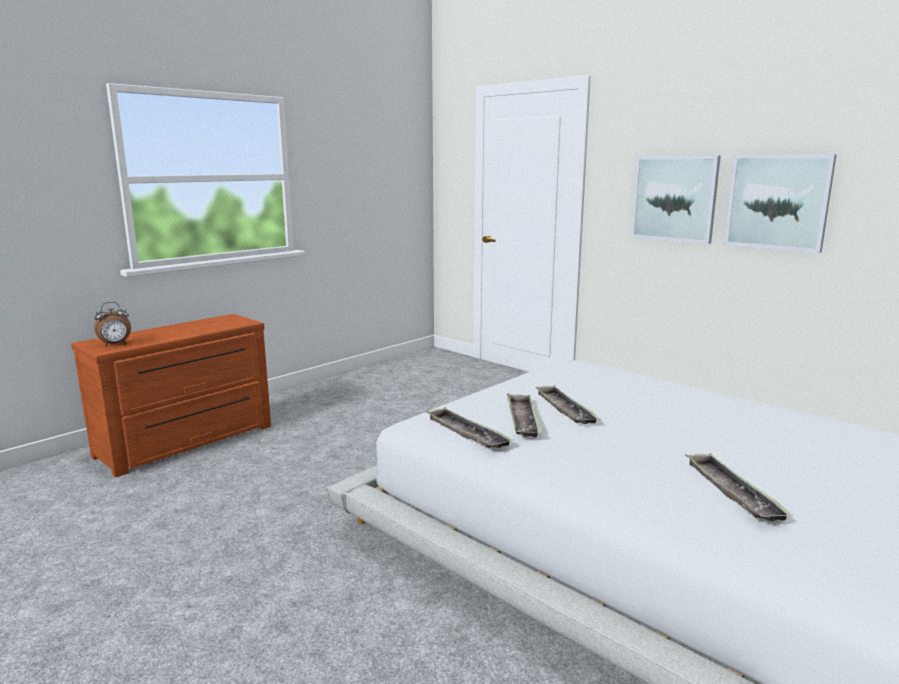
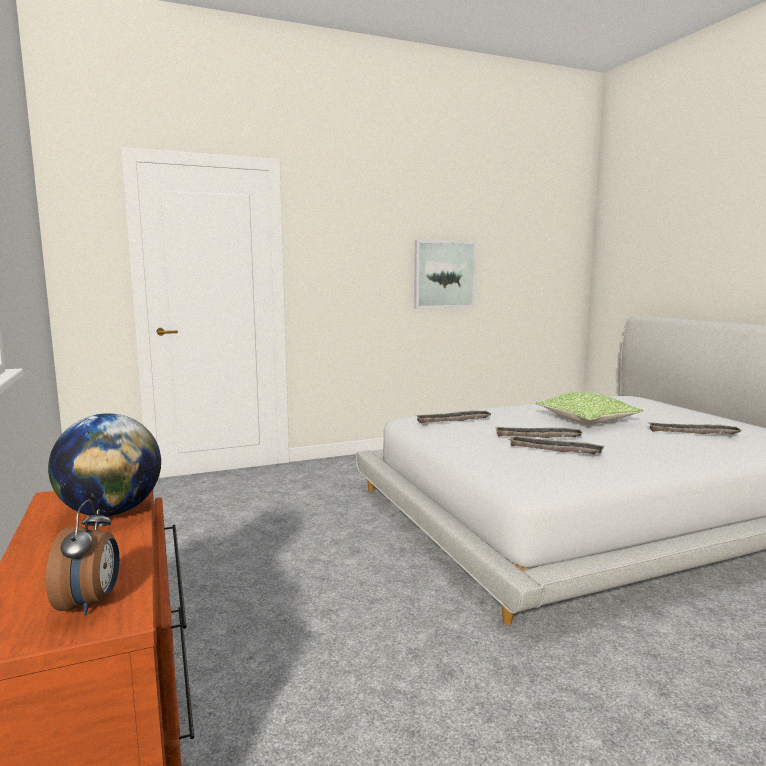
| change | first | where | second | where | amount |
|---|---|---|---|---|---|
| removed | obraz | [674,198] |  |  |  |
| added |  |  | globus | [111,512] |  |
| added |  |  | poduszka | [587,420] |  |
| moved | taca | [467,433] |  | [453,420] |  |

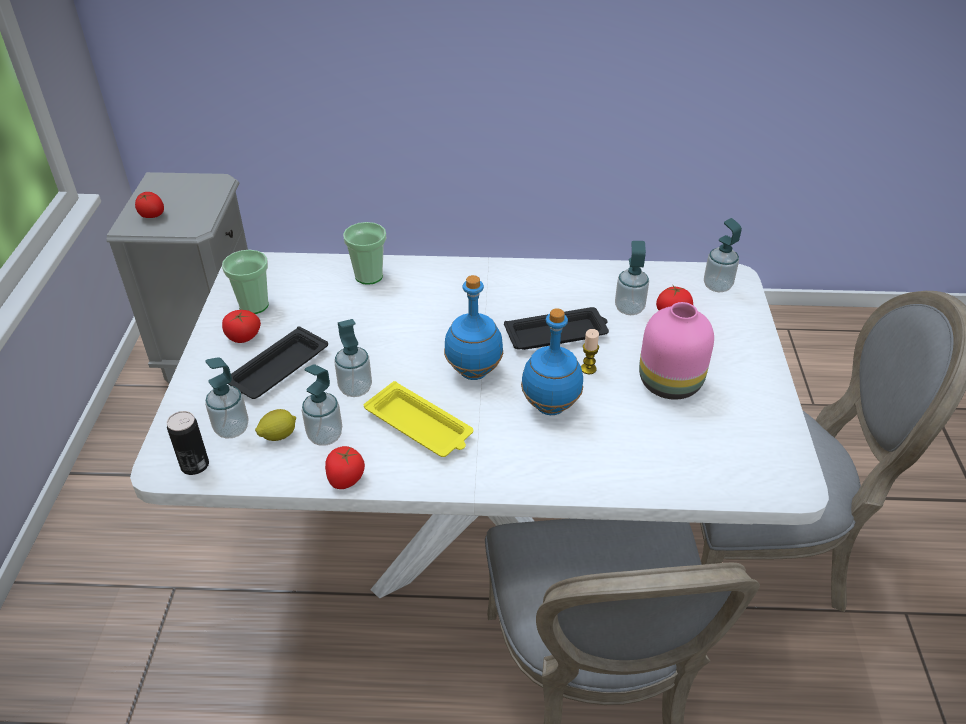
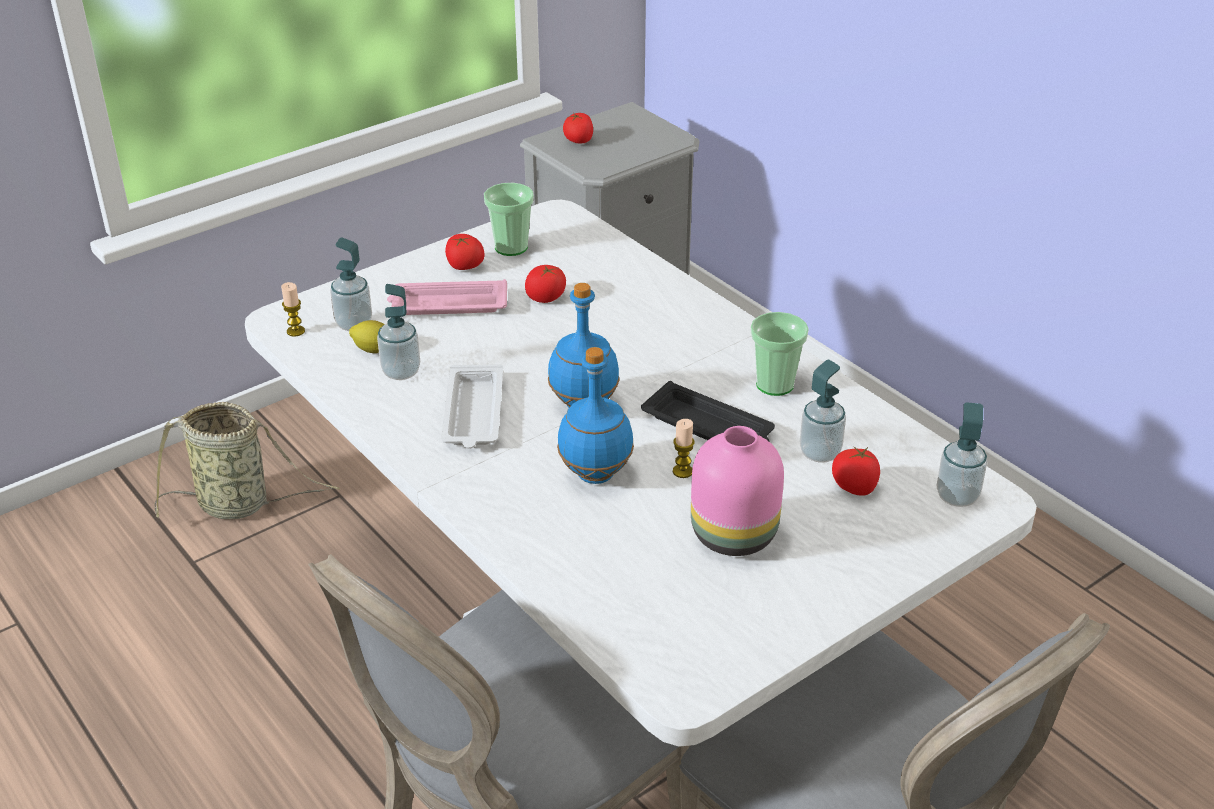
| change | first | where | second | where | amount |
|---|---|---|---|---|---|
| removed | dozownik mydła | [355,388] |  |  |  |
| added |  |  | koszyk | [239,504] |  |
| moved | pomidor | [345,479] |  | [546,298] |  |
| moved | filiżanka | [369,276] |  | [775,384] |  |
| replaced | puszka | [195,465] | świeca | [295,331] |  |
| recoloured | taca/czarny | [277,370] | taca/różowy | [447,304] |  |
| recoloured | taca/żółty | [420,426] | taca/biały | [473,414] |  |

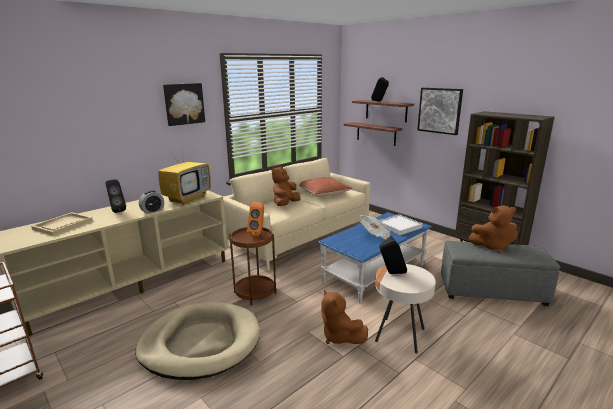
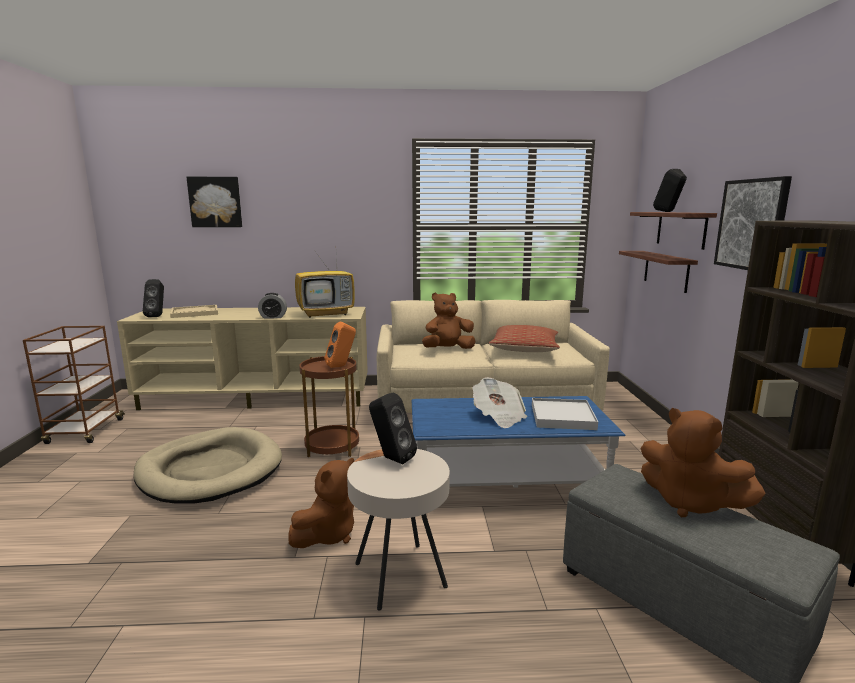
| change | first | where | second | where | amount |
|---|---|---|---|---|---|
| moved | głośnik/czarny | [117,211] |  | [158,316] |  |
| moved | obraz | [184,104] |  | [215,202] |  |
| turned | pluszak/brązowy | [339,337] |  | [328,534] | 150 degrees counterclockwise |

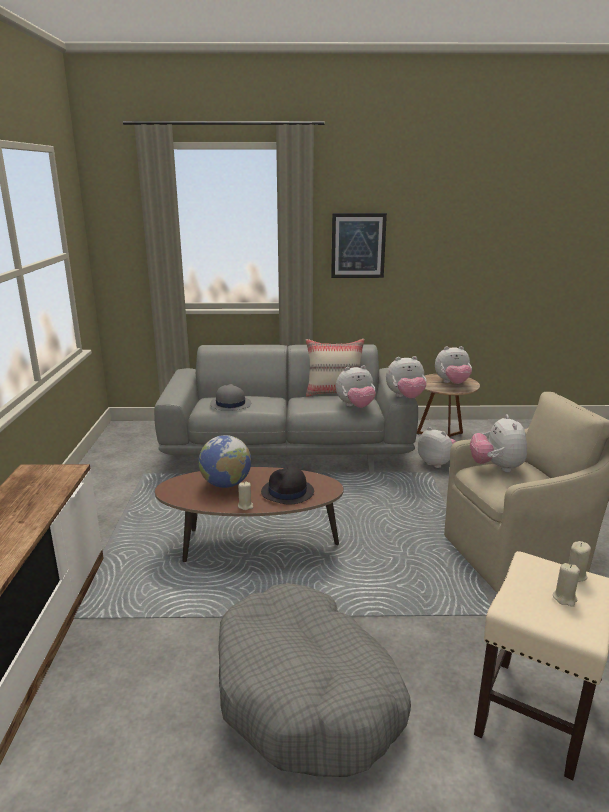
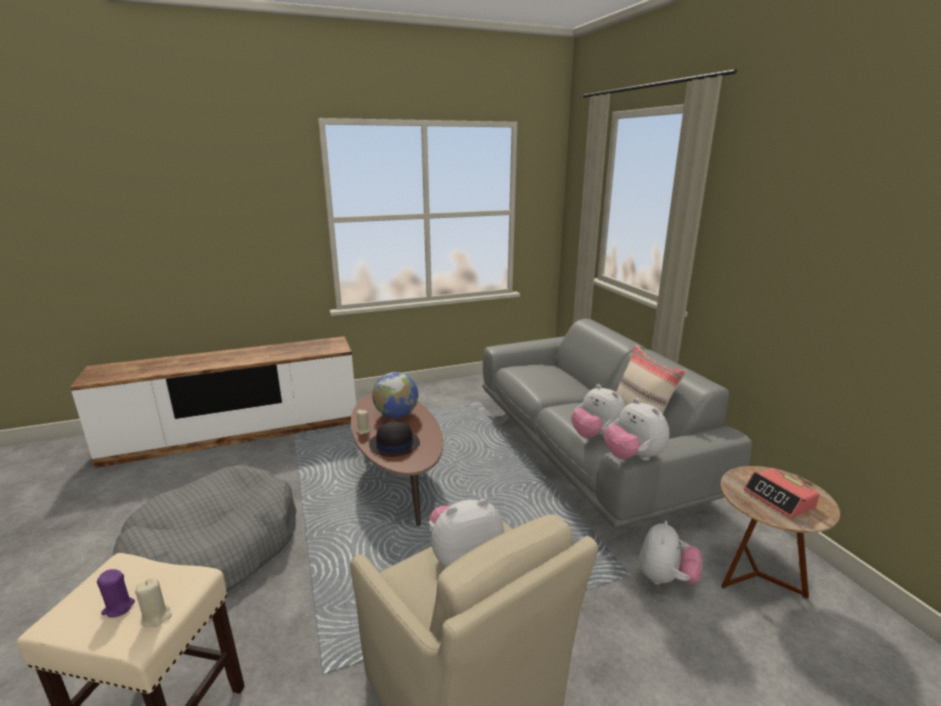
| change | first | where | second | where | amount |
|---|---|---|---|---|---|
| removed | kapelusz/szary | [230,404] |  |  |  |
| removed | obraz | [358,245] |  |  |  |
| replaced | pluszak | [452,383] | budzik | [779,499] |  |
| recoloured | świeca/beżowy | [564,598] | świeca/fioletowy | [118,607] |  |

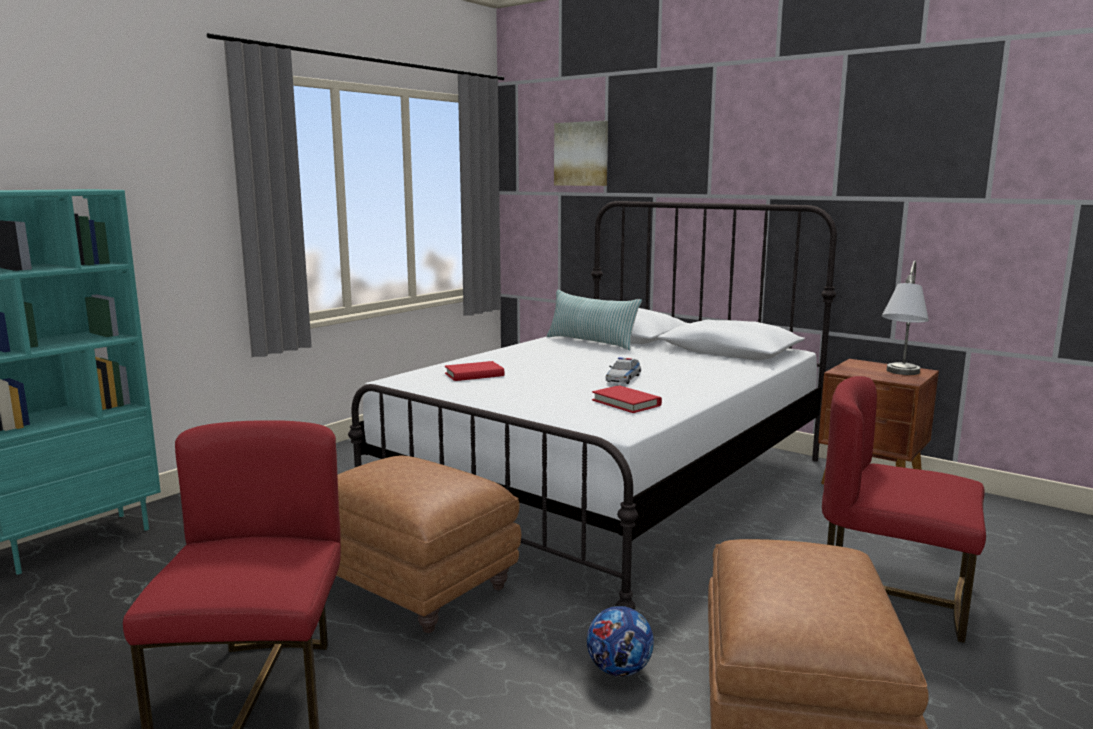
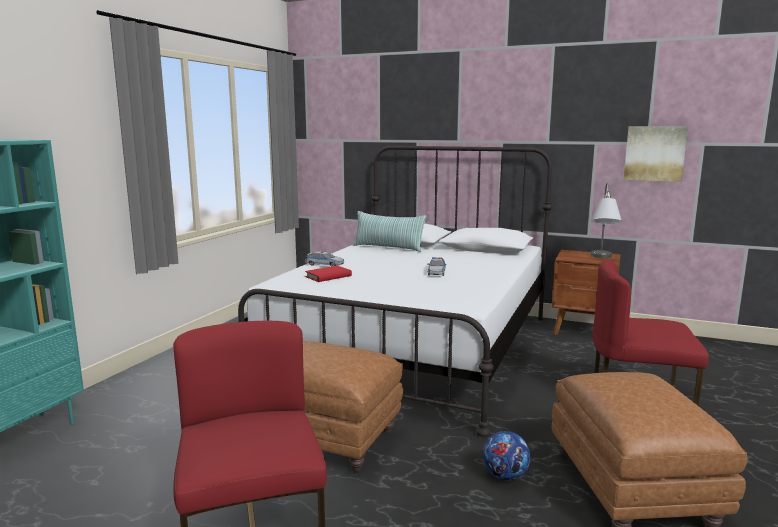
| change | first | where | second | where | amount |
|---|---|---|---|---|---|
| removed | książka/czerwony | [626,403] |  |  |  |
| added |  |  | samochodzik | [324,264] |  |
| moved | obraz | [581,154] |  | [654,153] |  |

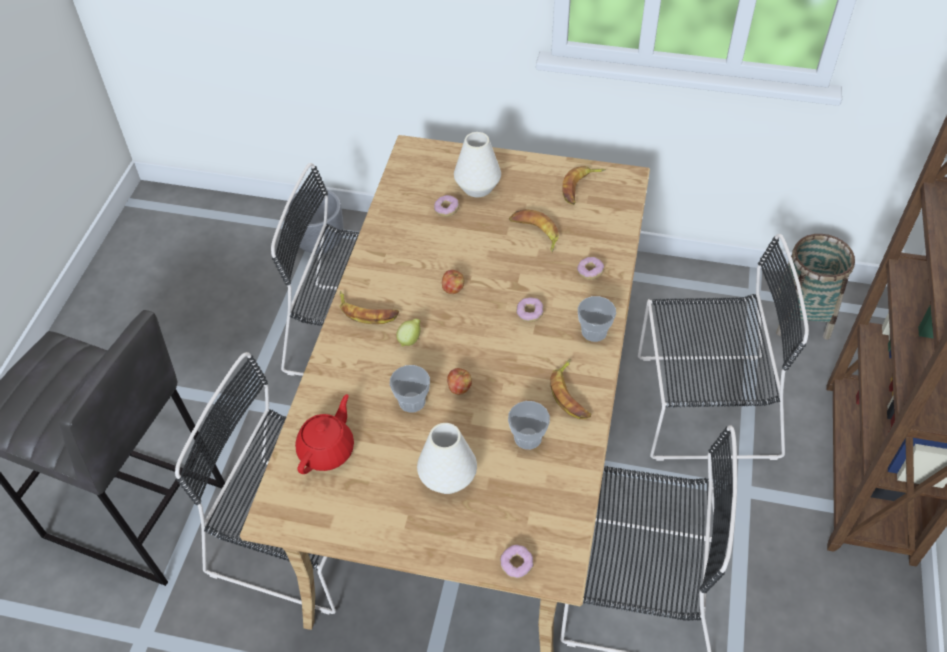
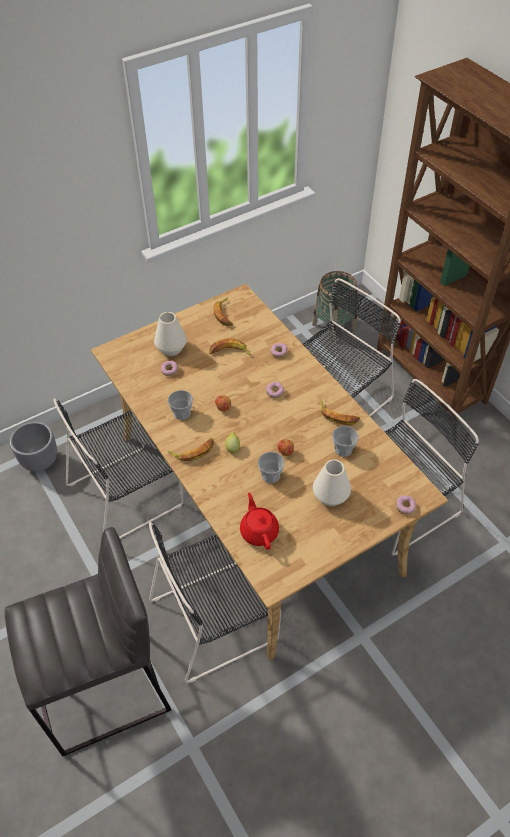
| change | first | where | second | where | amount |
|---|---|---|---|---|---|
| moved | filiżanka | [594,331] |  | [182,413] |  |

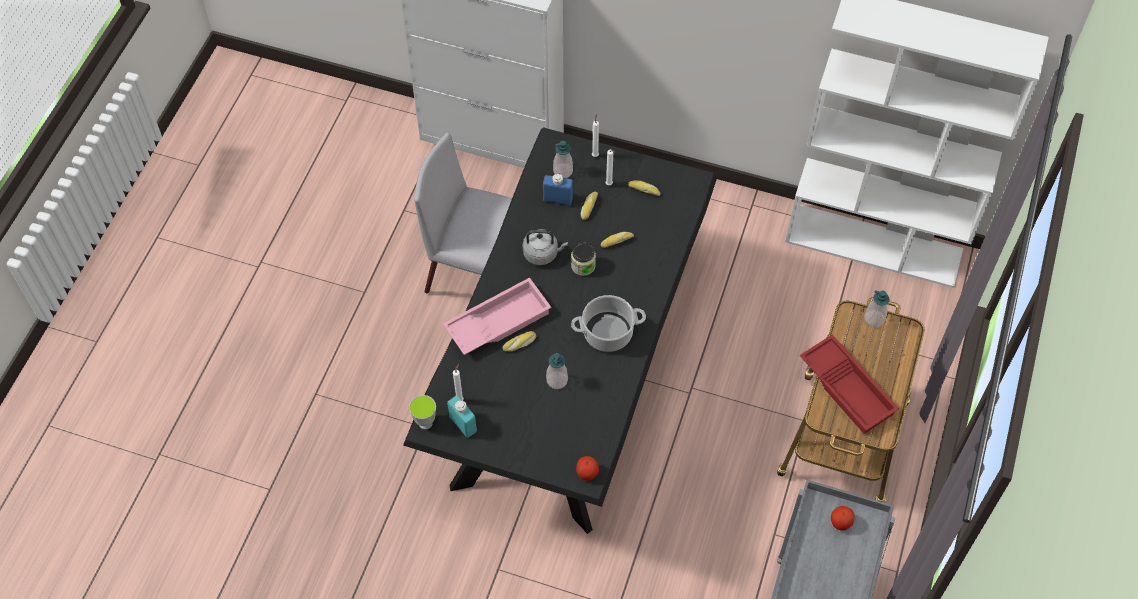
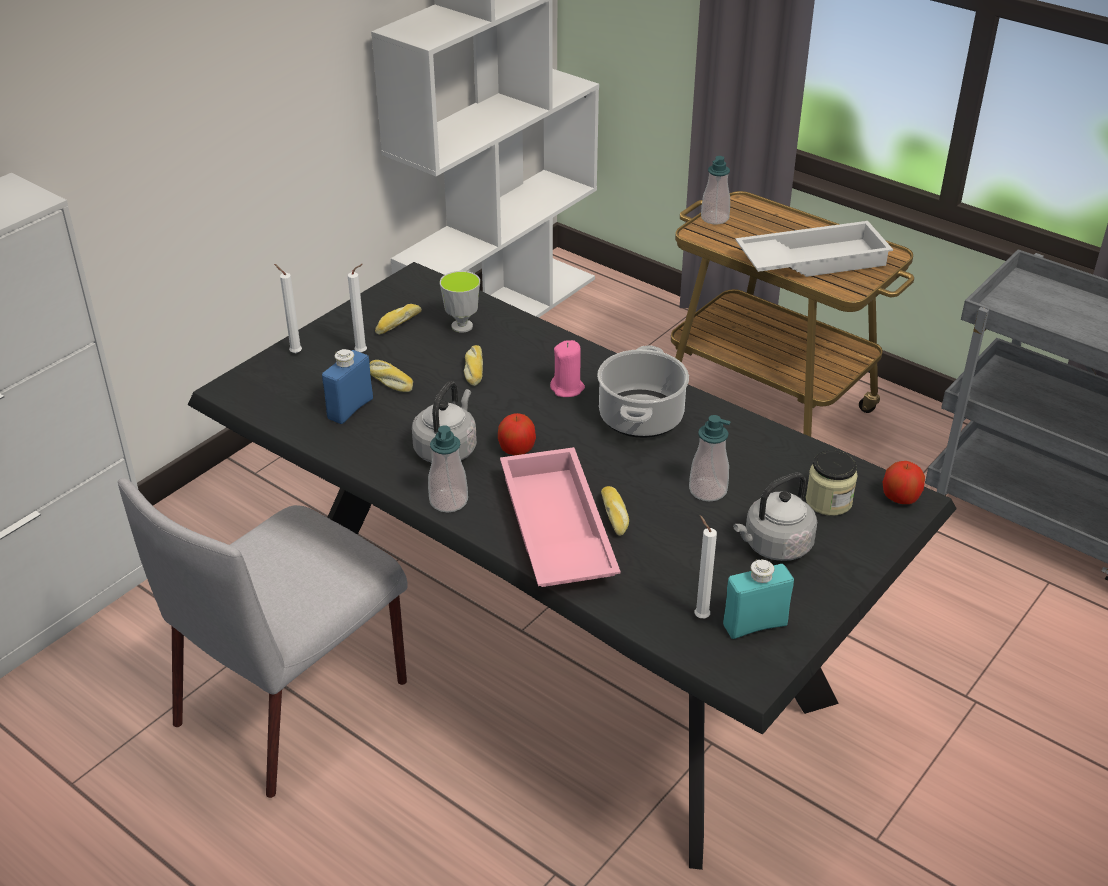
| change | first | where | second | where | amount |
|---|---|---|---|---|---|
| added |  |  | świeca/różowy | [567,388] |  |
| added |  |  | czajnik/szary | [774,546] |  |
| moved | filiżanka | [425,423] |  | [462,326] |  |
| moved | dozownik mydła | [563,171] |  | [448,501] |  |
| moved | słoik | [583,266] |  | [828,501] |  |
| moved | jabłko | [840,523] |  | [517,450] |  |
| recoloured | taca/czerwony | [848,388] | taca/biały | [812,259] |  |

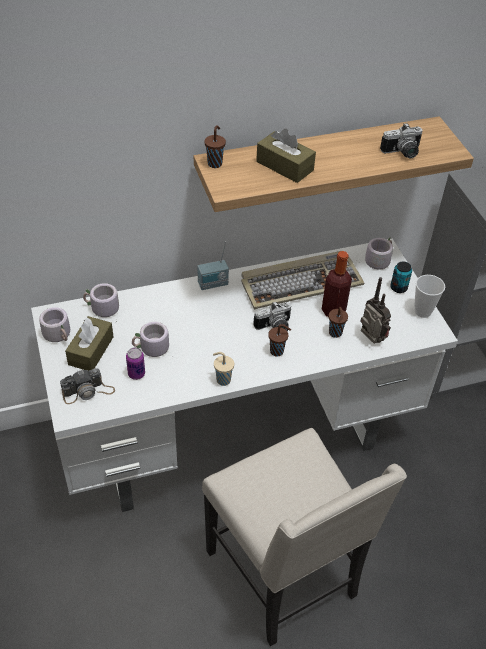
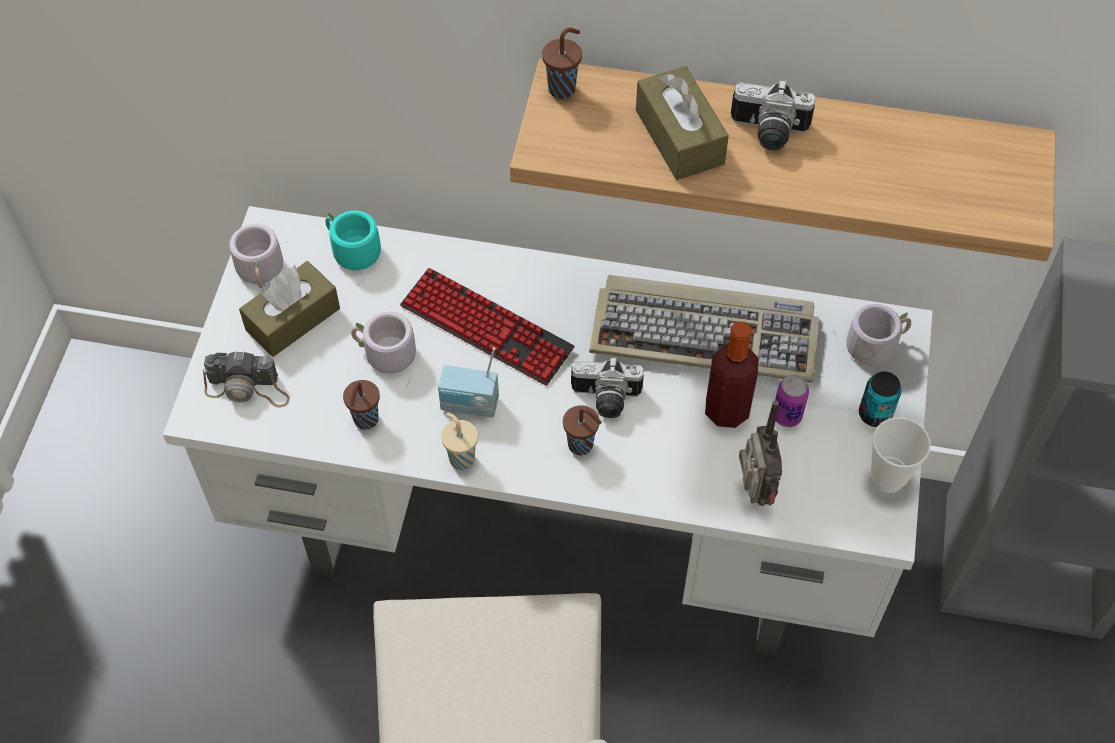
| change | first | where | second | where | amount |
|---|---|---|---|---|---|
| added |  |  | klawiatura | [486,328] |  |
| moved | puszka | [136,374] |  | [787,415] |  |
| moved | radio | [213,284] |  | [469,406] |  |
| moved | filiżanka/brązowy | [335,333] |  | [365,421] |  |
| moved | aparat fotograficzny | [402,153] |  | [768,133] |  |
| recoloured | kubek/szary | [101,309] | kubek/turkusowy | [350,252] |  |

